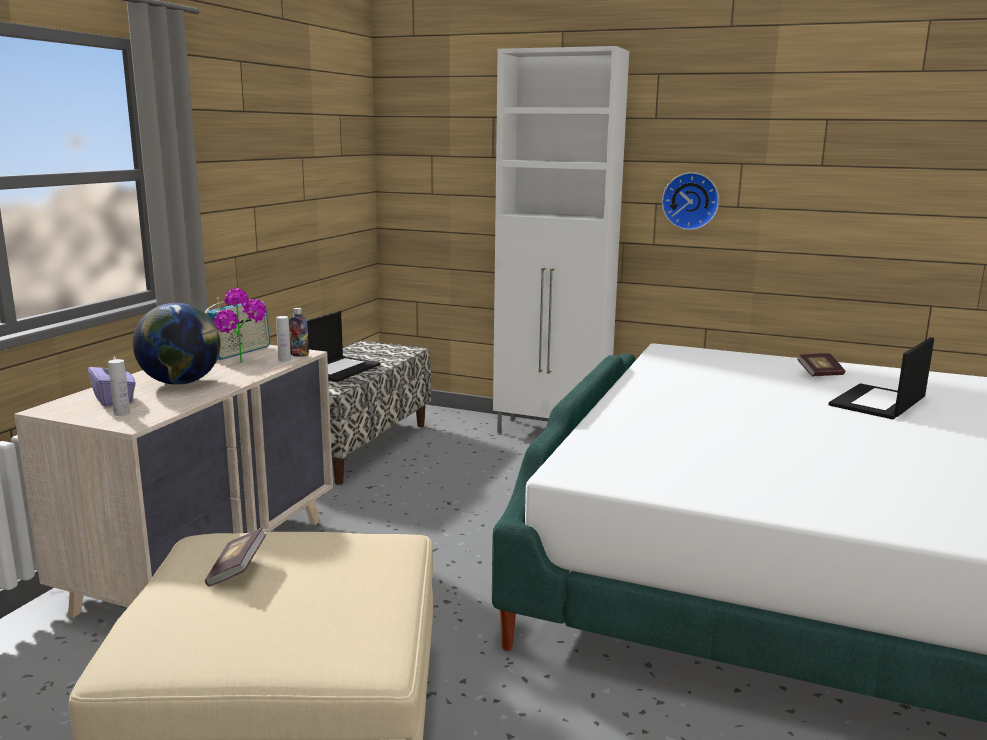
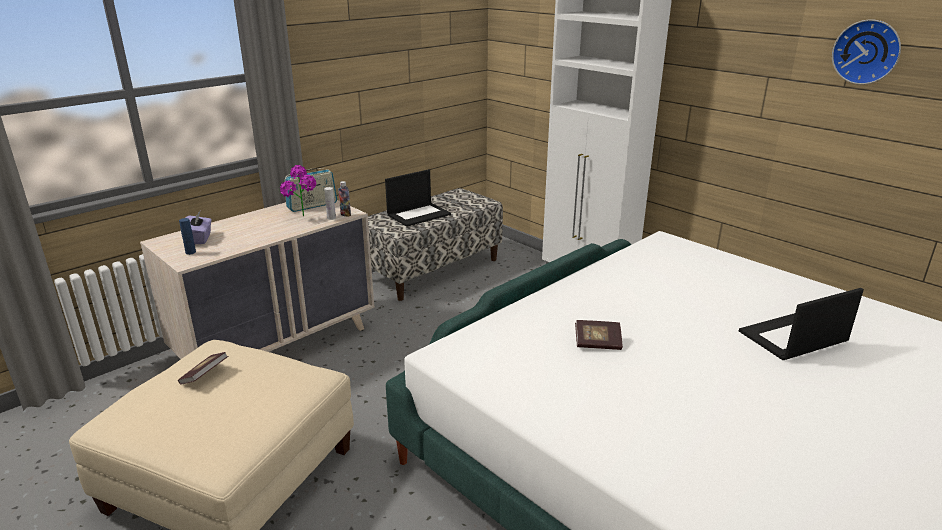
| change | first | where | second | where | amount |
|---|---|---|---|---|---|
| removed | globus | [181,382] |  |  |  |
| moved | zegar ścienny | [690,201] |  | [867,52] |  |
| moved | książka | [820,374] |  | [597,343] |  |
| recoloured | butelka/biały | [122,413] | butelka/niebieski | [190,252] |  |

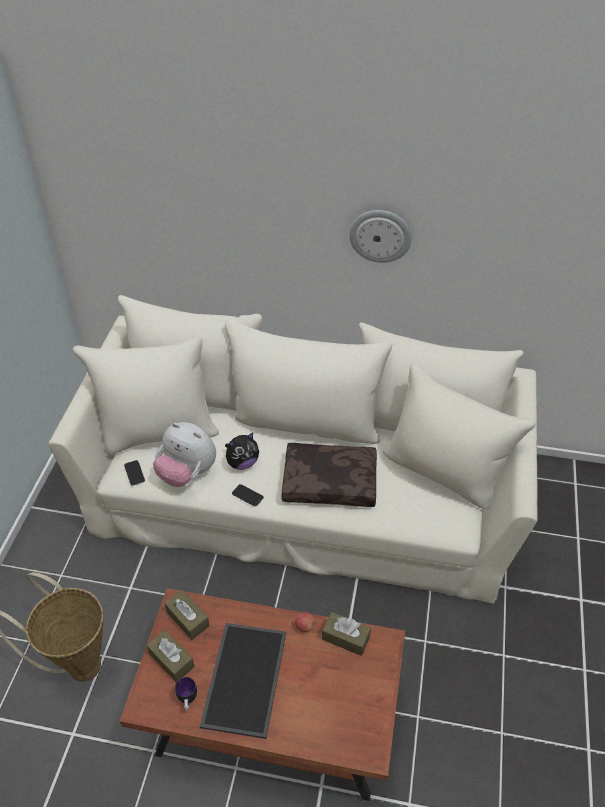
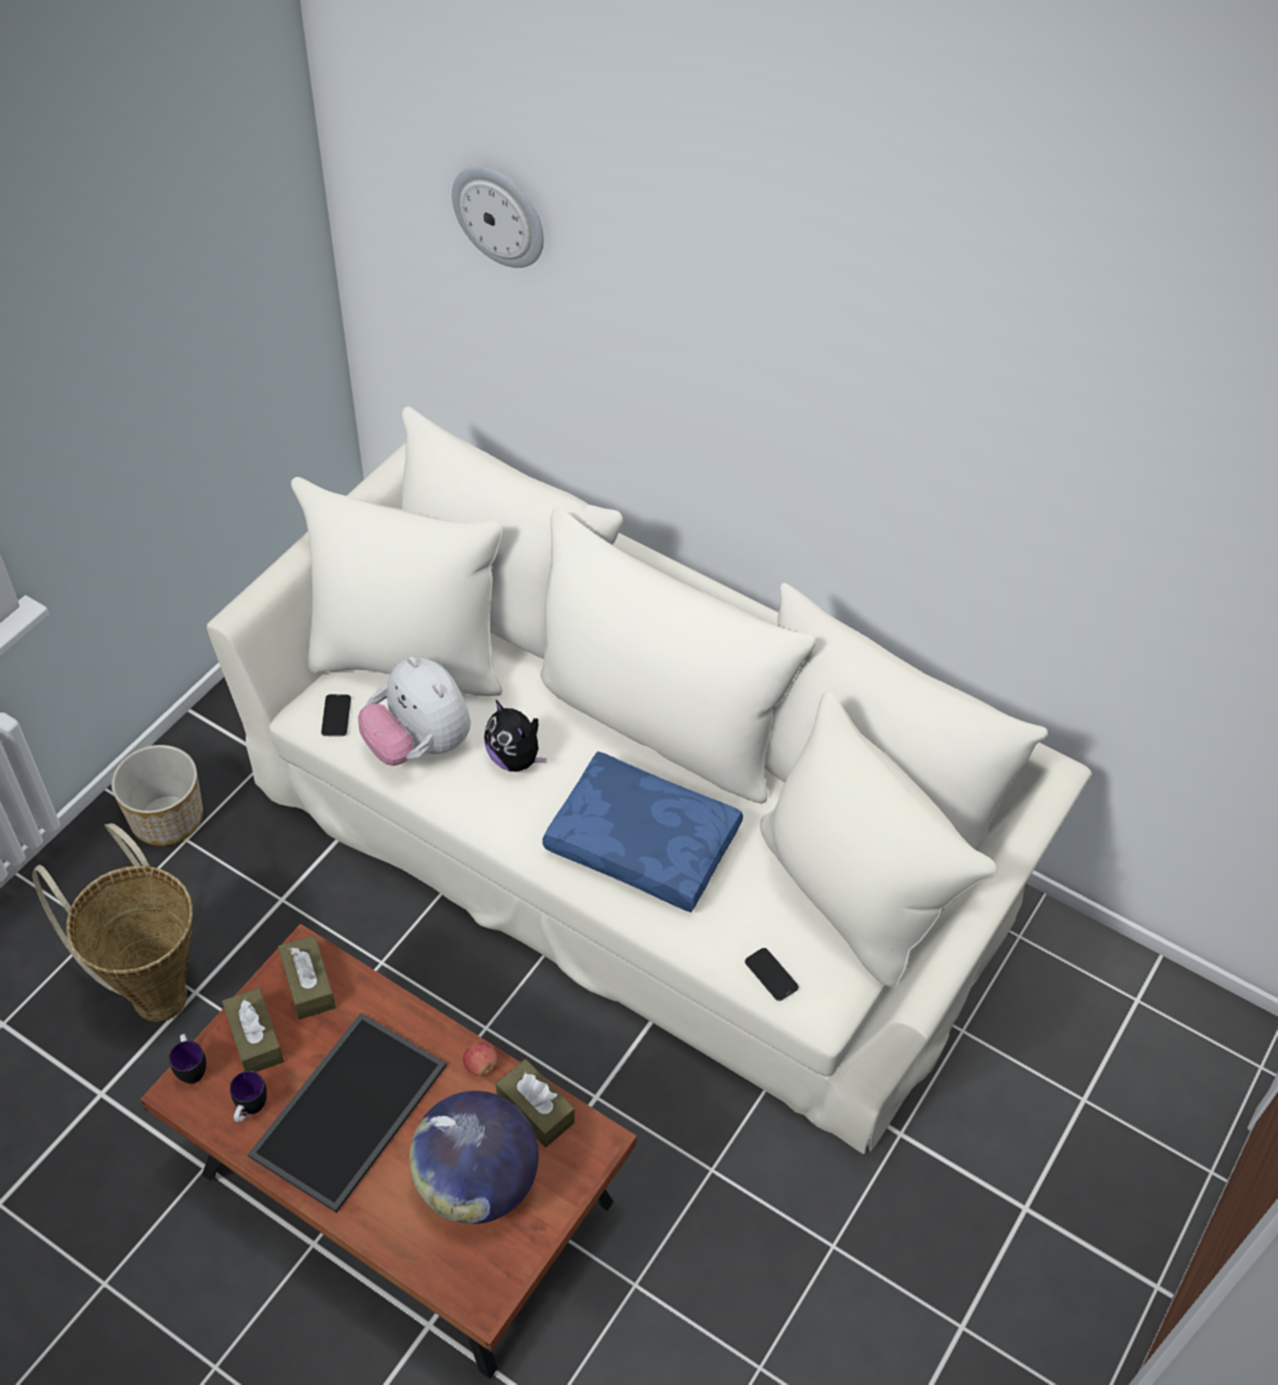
| change | first | where | second | where | amount |
|---|---|---|---|---|---|
| added |  |  | donica | [167,819] |  |
| added |  |  | kubek | [191,1068] |  |
| added |  |  | globus | [477,1182] |  |
| moved | telefon | [247,496] |  | [771,975] |  |
| moved | zegar ścienny | [380,235] |  | [500,215] |  |
| recoloured | poduszka/brązowy | [330,481] | poduszka/niebieski | [645,841] |  |
| turned | pluszak | [242,463] |  | [515,758] | 60 degrees clockwise |

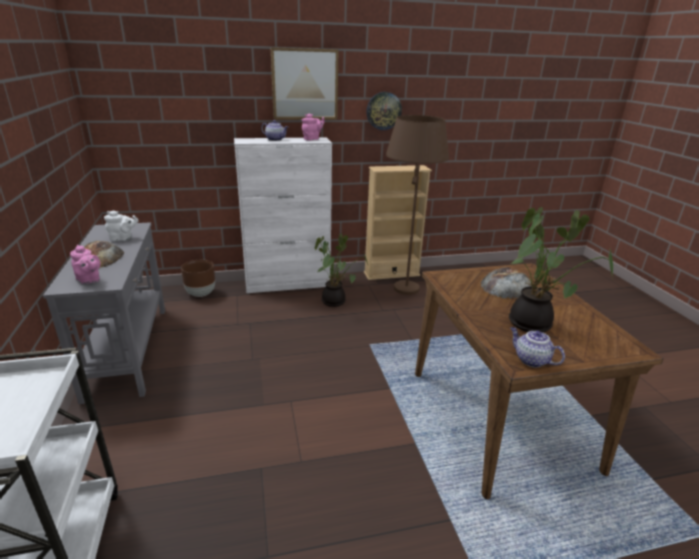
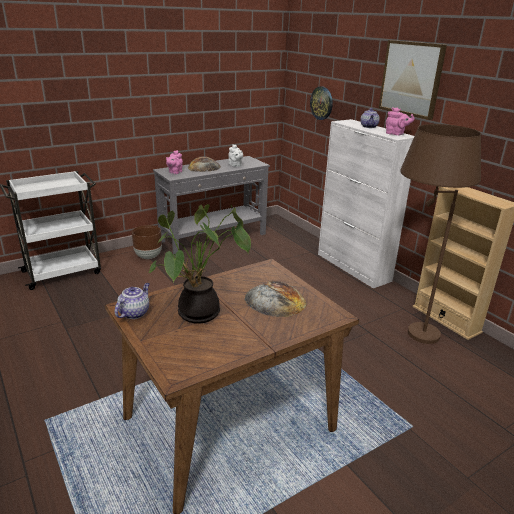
| change | first | where | second | where | amount |
|---|---|---|---|---|---|
| removed | roślina doniczkowa | [335,301] |  |  |  |
| moved | donica/brązowy | [201,293] |  | [148,256] |  |
| moved | zegar ścienny | [383,111] |  | [322,103] |  |

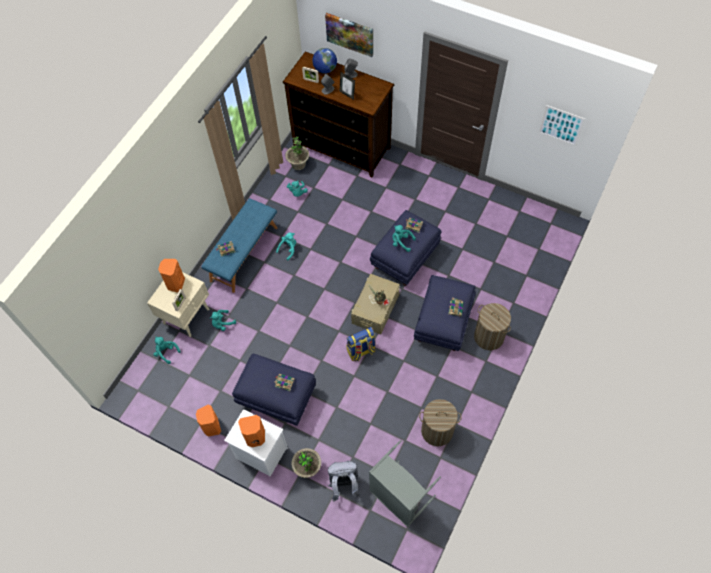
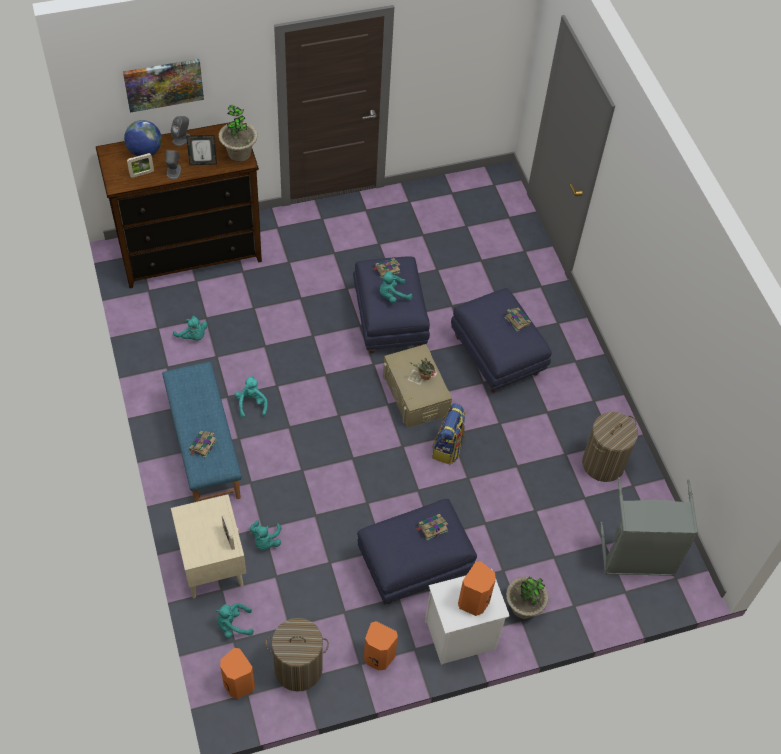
| change | first | where | second | where | amount |
|---|---|---|---|---|---|
| removed | plecak/szary | [344,485] |  |  |  |
| removed | obraz | [561,125] |  |  |  |
| moved | głośnik/pomarańczowy | [175,284] |  | [238,684] |  |
| moved | roślina doniczkowa | [298,164] |  | [239,153] |  |
| moved | kosz na pranie | [489,337] |  | [298,668] |  |

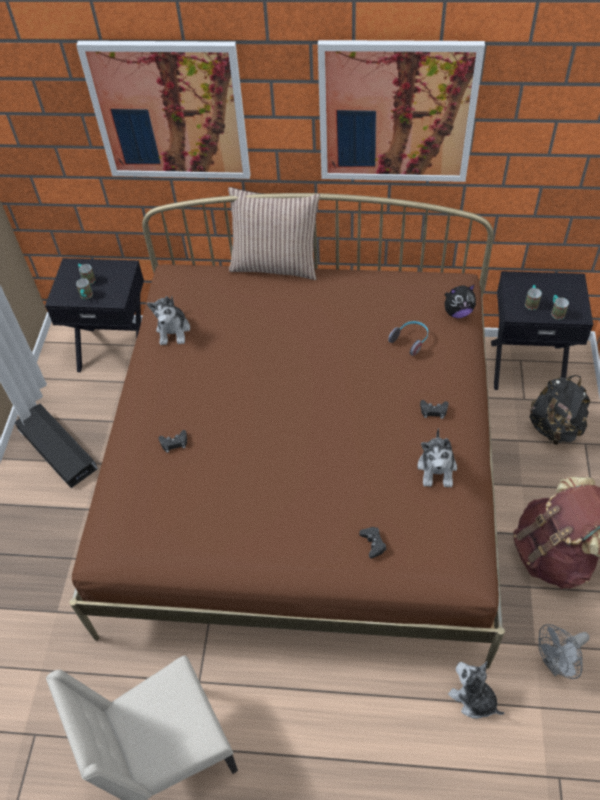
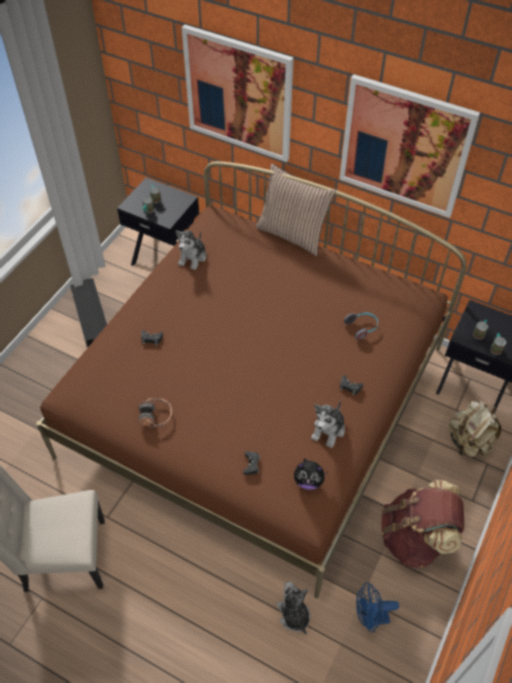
| change | first | where | second | where | amount |
|---|---|---|---|---|---|
| added |  |  | słuchawki | [156,416] |  |
| moved | pluszak | [457,312] |  | [308,481] |  |
| recoloured | plecak/czarny | [555,428] | plecak/beżowy | [469,442] |  |
| recoloured | wentylator/szary | [556,664] | wentylator/niebieski | [370,618] |  |

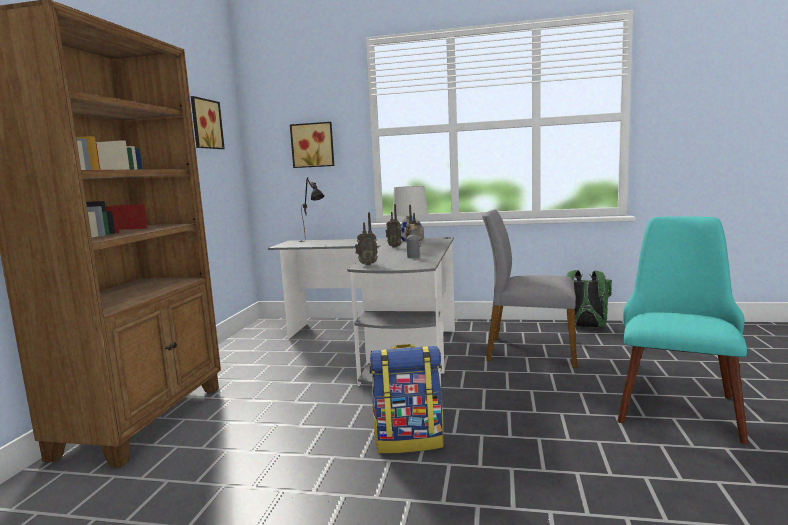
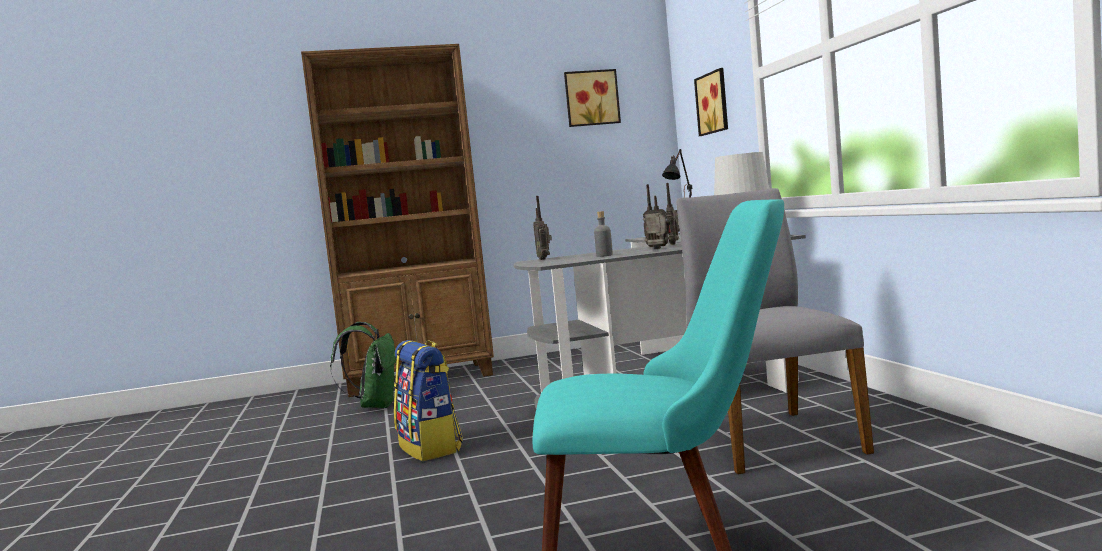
| change | first | where | second | where | amount |
|---|---|---|---|---|---|
| moved | plecak/zielony | [585,327] |  | [375,406] |  |

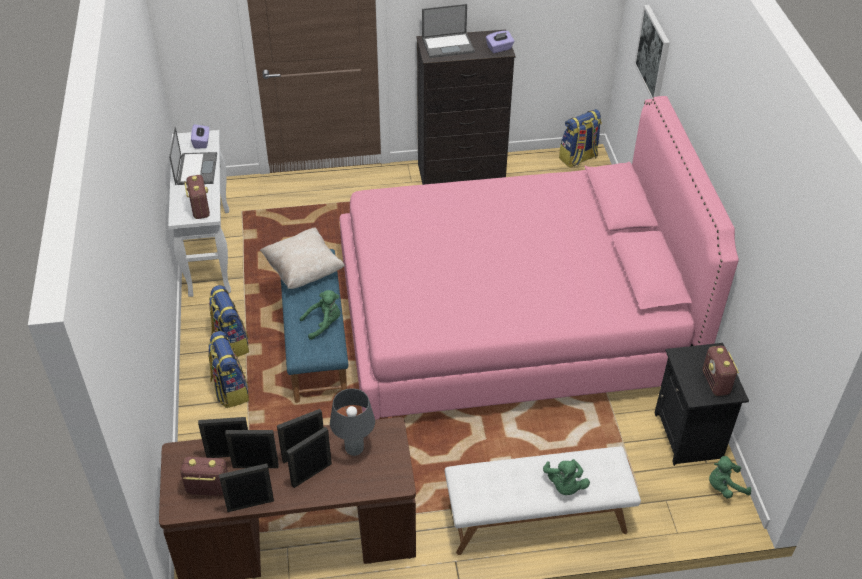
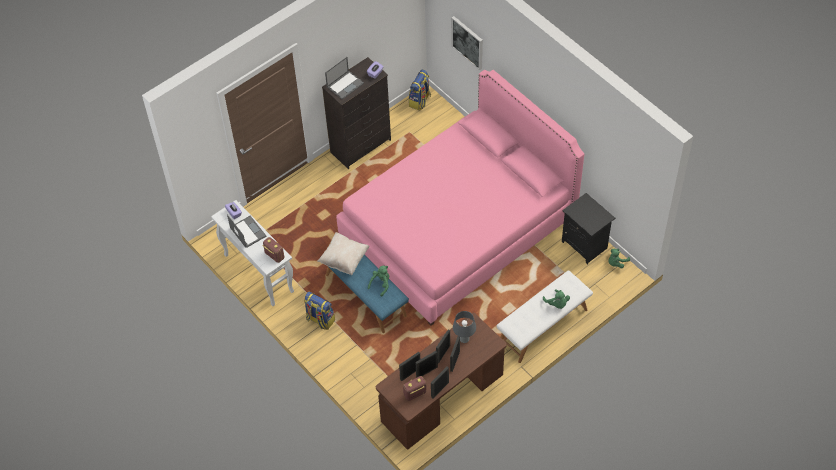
| change | first | where | second | where | amount |
|---|---|---|---|---|---|
| removed | plecak | [230,389] |  |  |  |
| removed | radio | [716,383] |  |  |  |

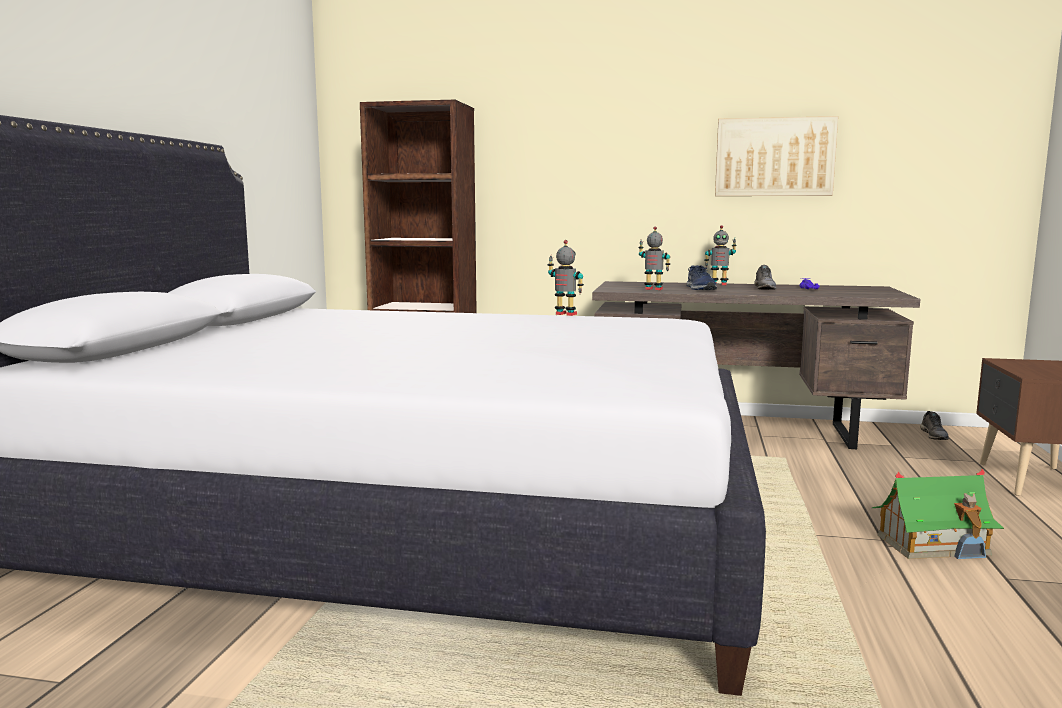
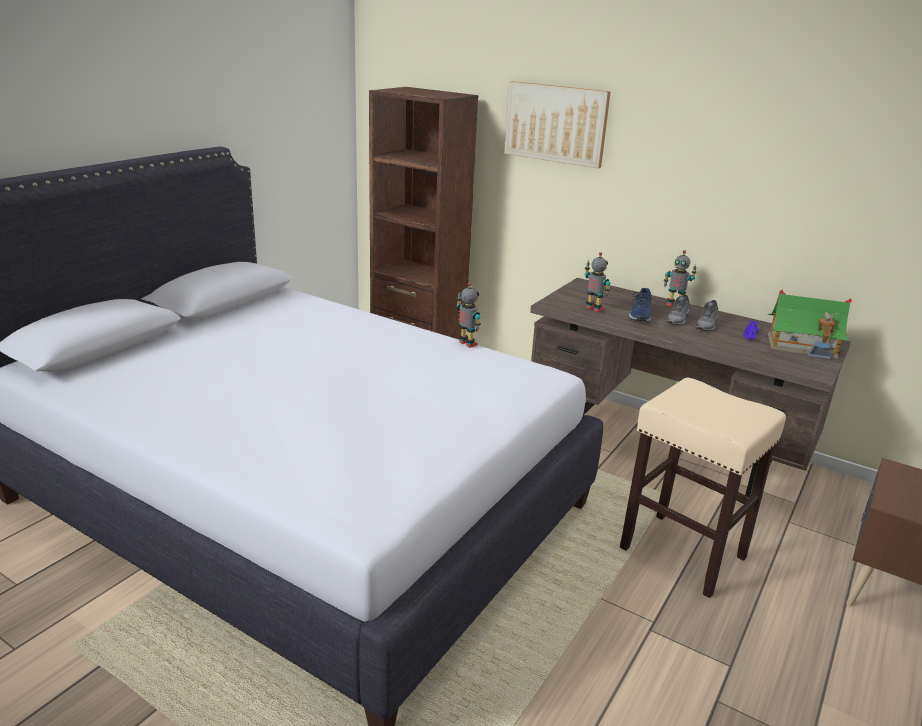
| change | first | where | second | where | amount |
|---|---|---|---|---|---|
| added |  |  | stołek/beżowy | [681,552] |  |
| moved | obraz | [774,157] |  | [556,123] |  |
| moved | domek | [933,544] |  | [802,346] |  |
| moved | but/szary | [934,435] |  | [677,319] |  |

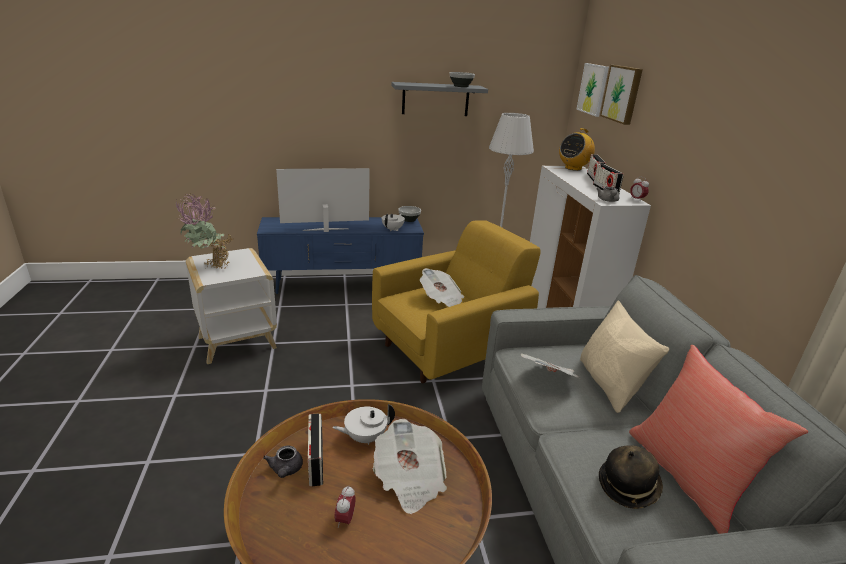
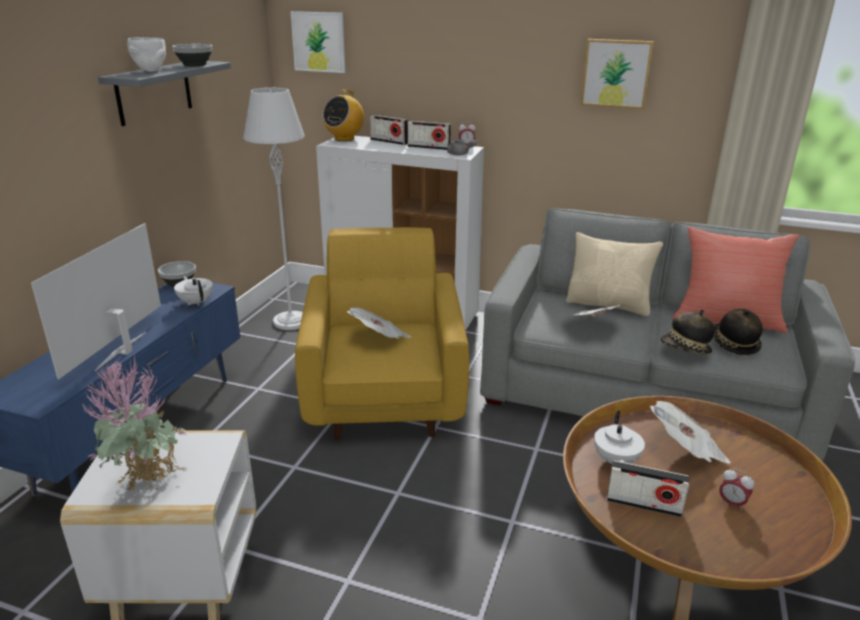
| change | first | where | second | where | amount |
|---|---|---|---|---|---|
| removed | imbryk/szary | [285,470] |  |  |  |
| added |  |  | miska/biały | [150,70] |  |
| added |  |  | kapelusz | [685,349] |  |
| moved | obraz | [622,94] |  | [616,73] |  |
| turned | radio | [573,168] |  | [344,138] | 45 degrees clockwise |

